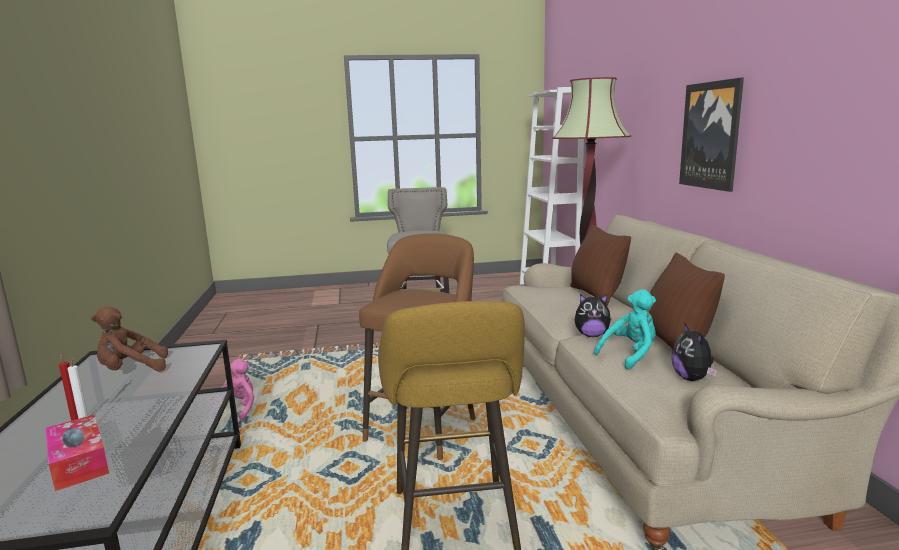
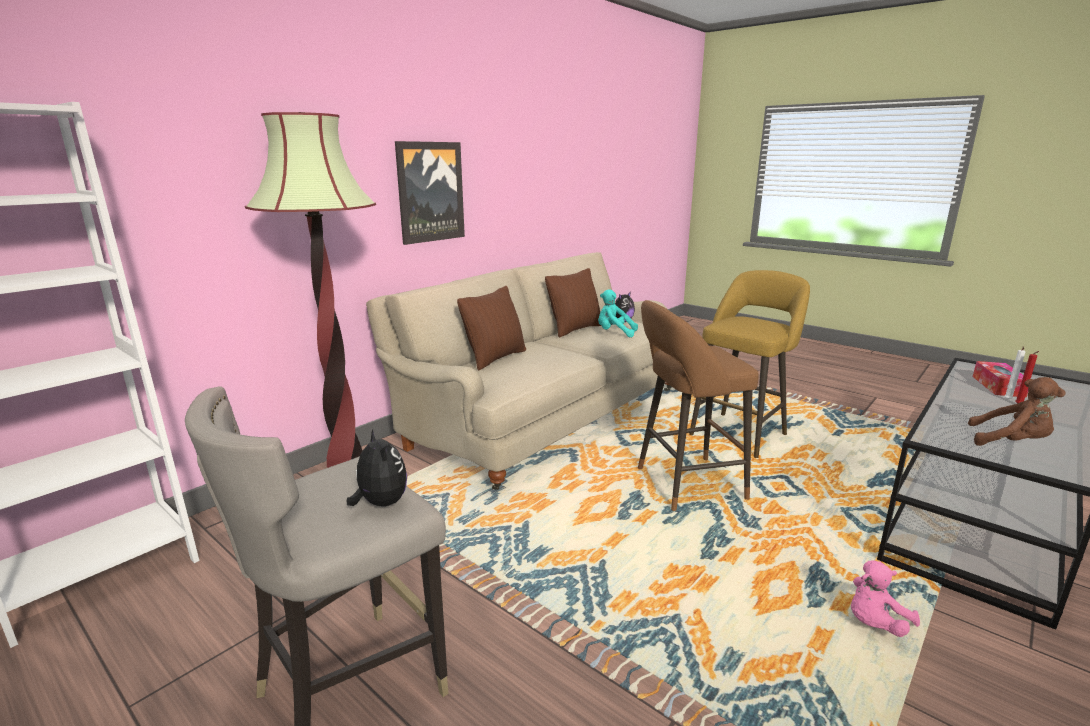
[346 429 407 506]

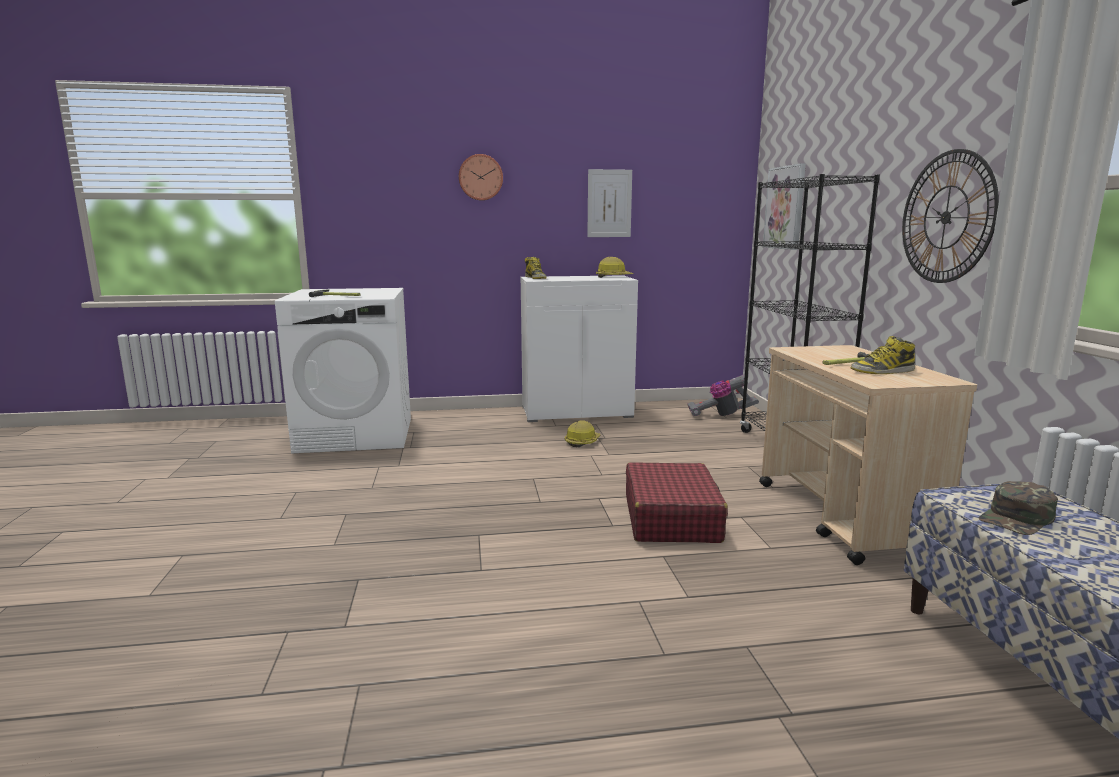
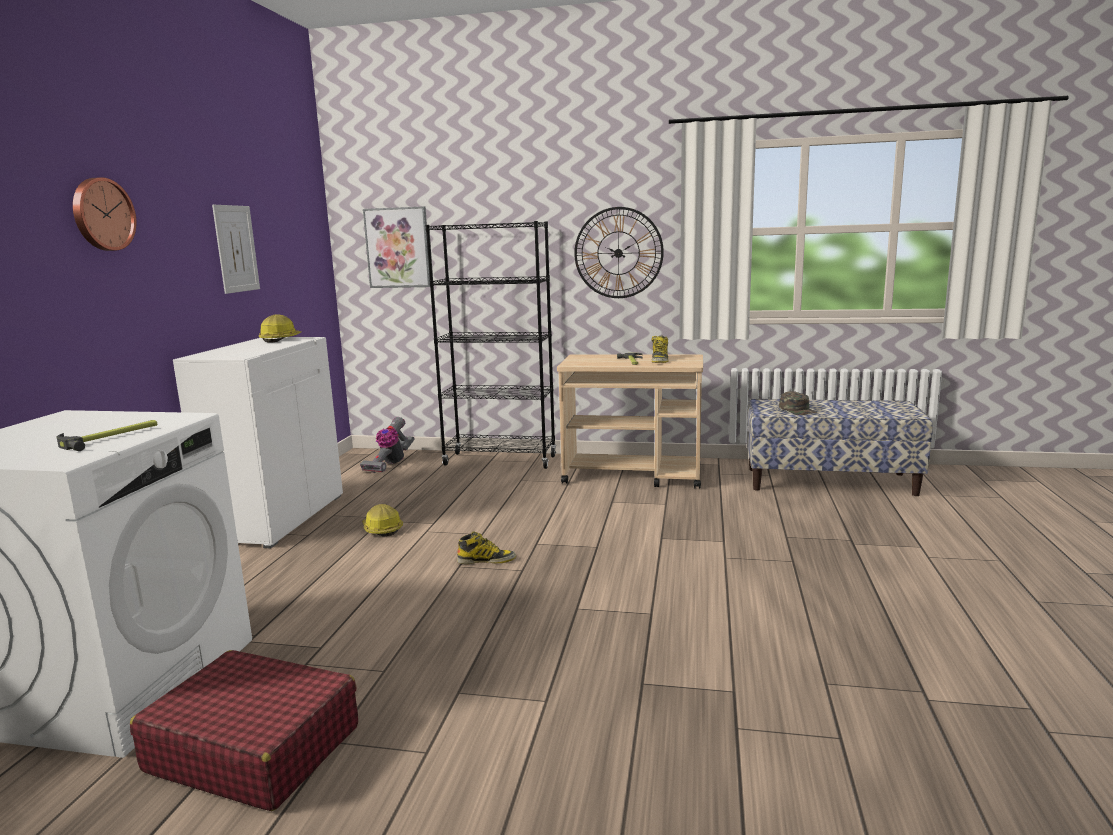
[457 531 516 564]
[130 650 358 811]

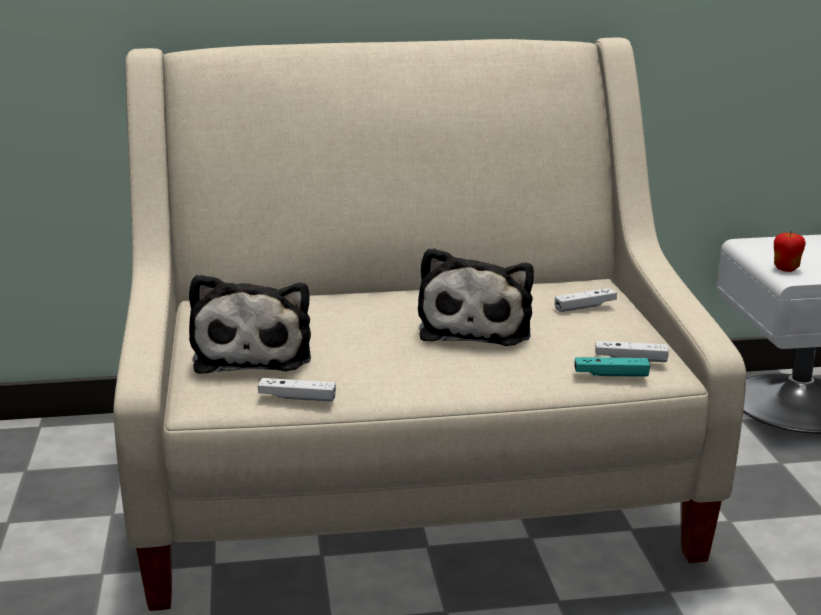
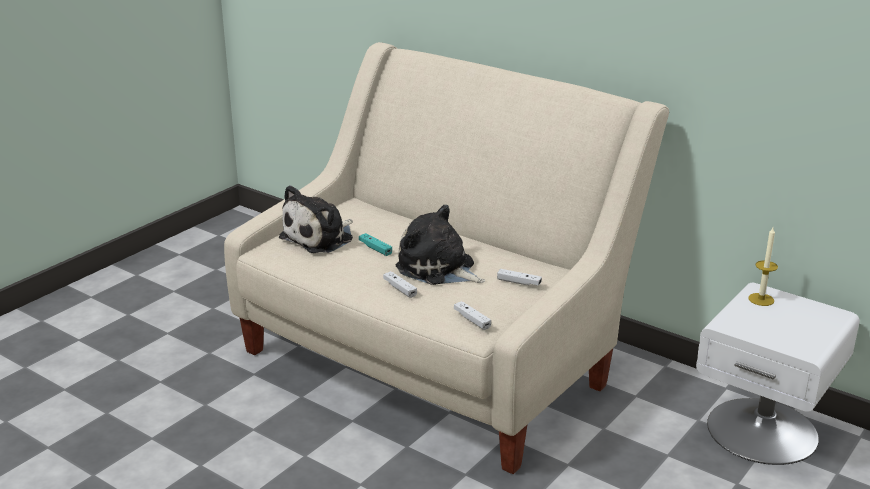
[383 271 417 298]
[396 205 485 285]
[359 233 392 256]
[774 231 806 272] (first image)
[748 227 778 306]

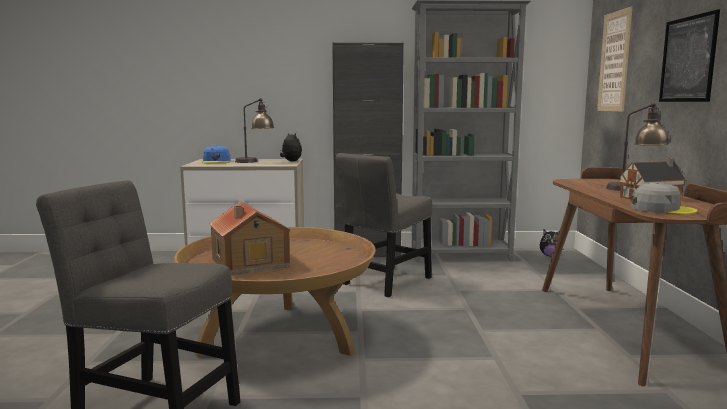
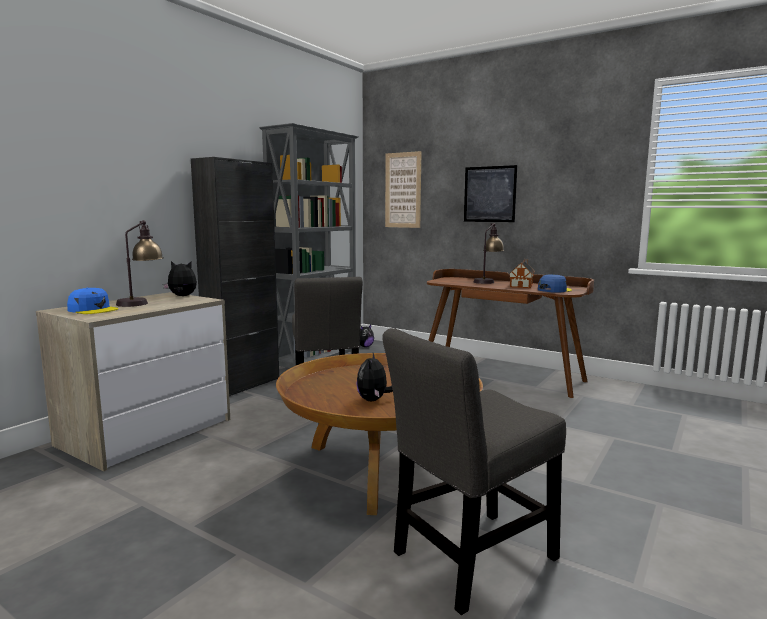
[356 353 393 401]
[538 274 572 293]

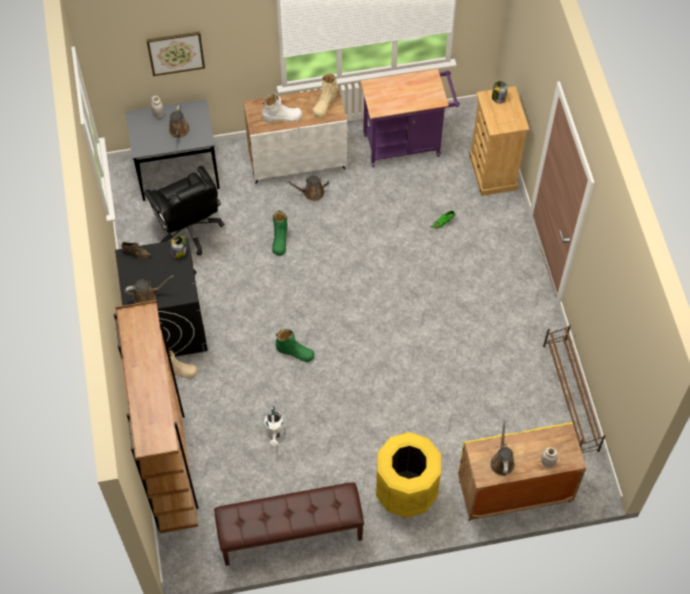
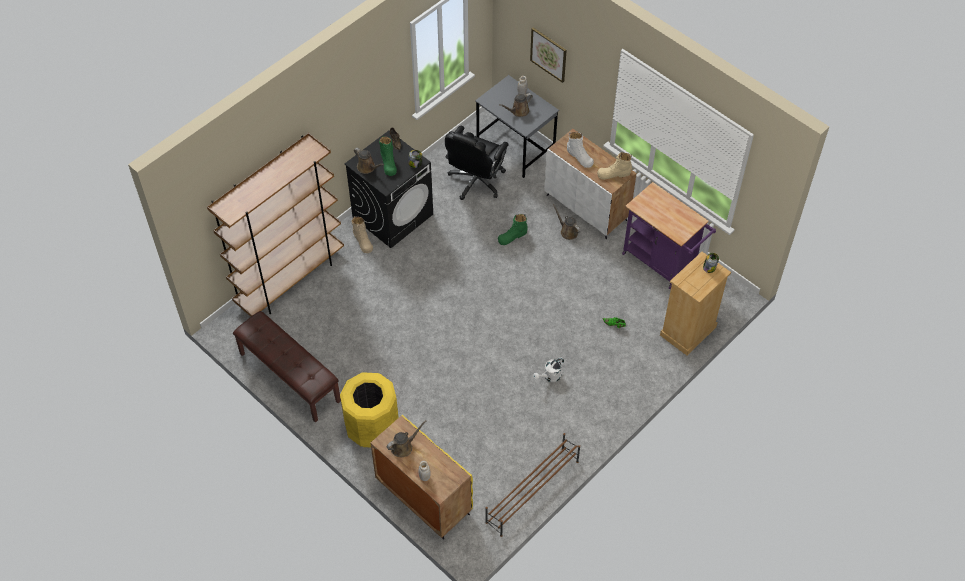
[533 357 564 382]
[379 136 397 176]

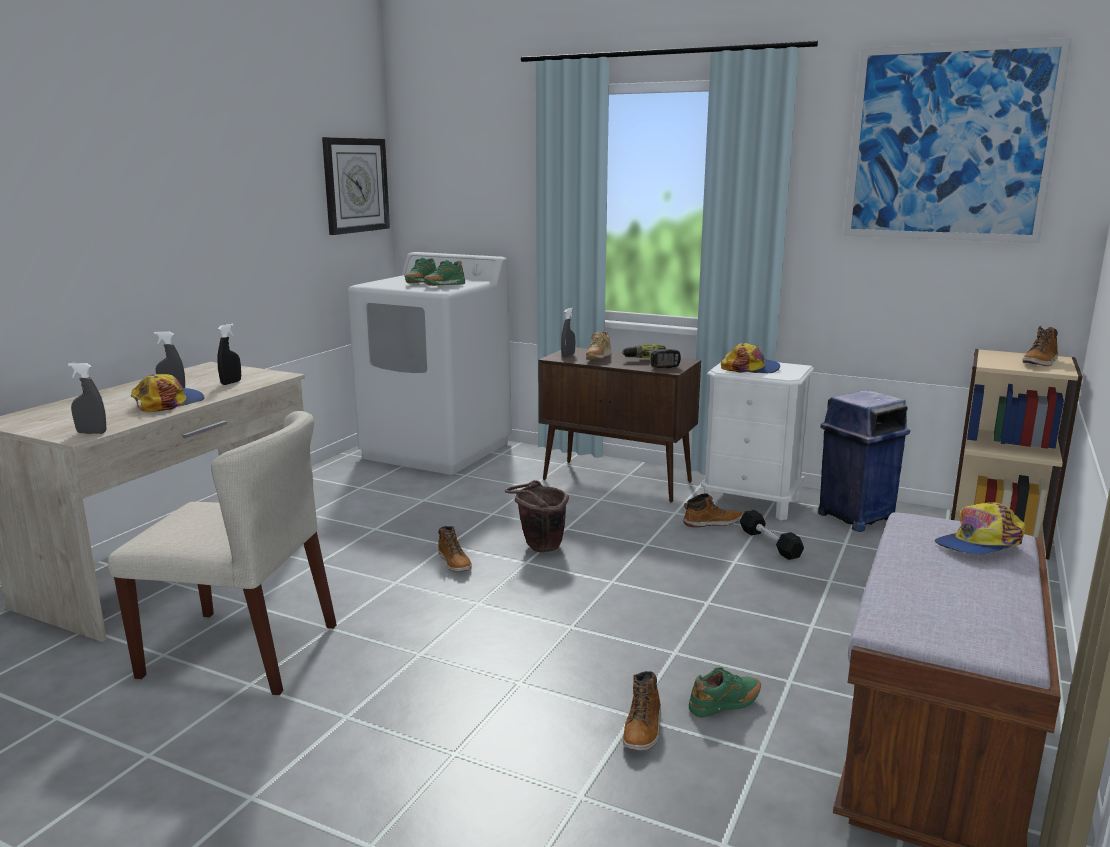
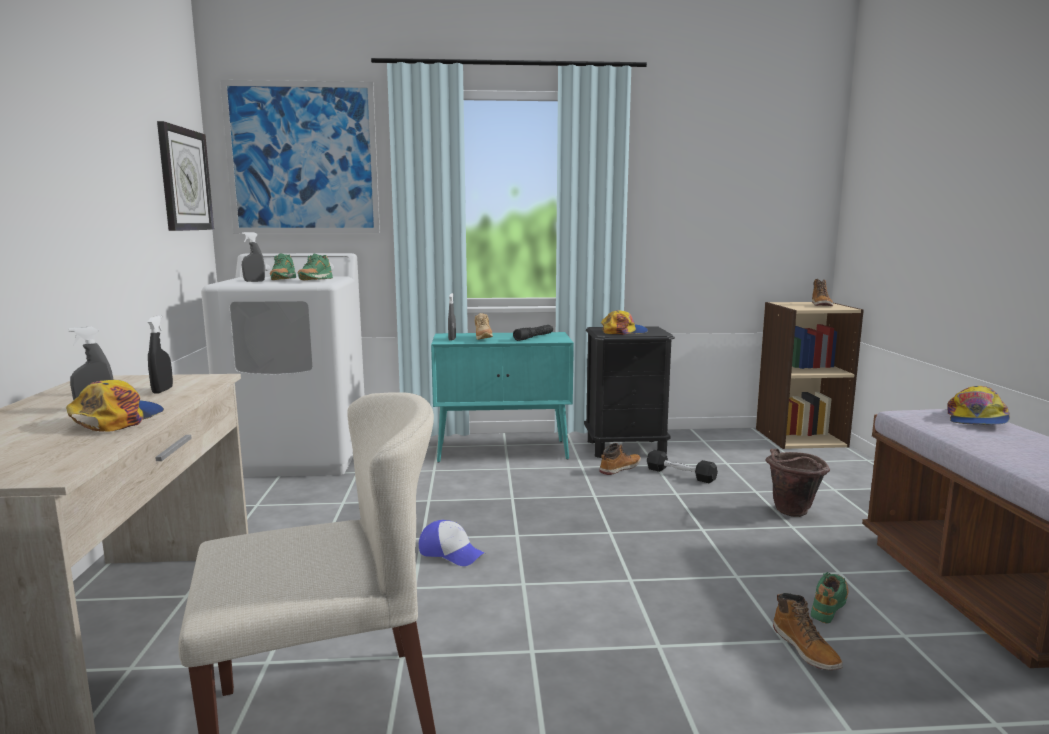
[242 232 265 282]
[419 520 485 566]
[765 449 830 517]
[431 332 574 463]
[513 325 553 341]
[584 326 675 458]
[818 390 910 532] (first image)
[220 80 380 233]

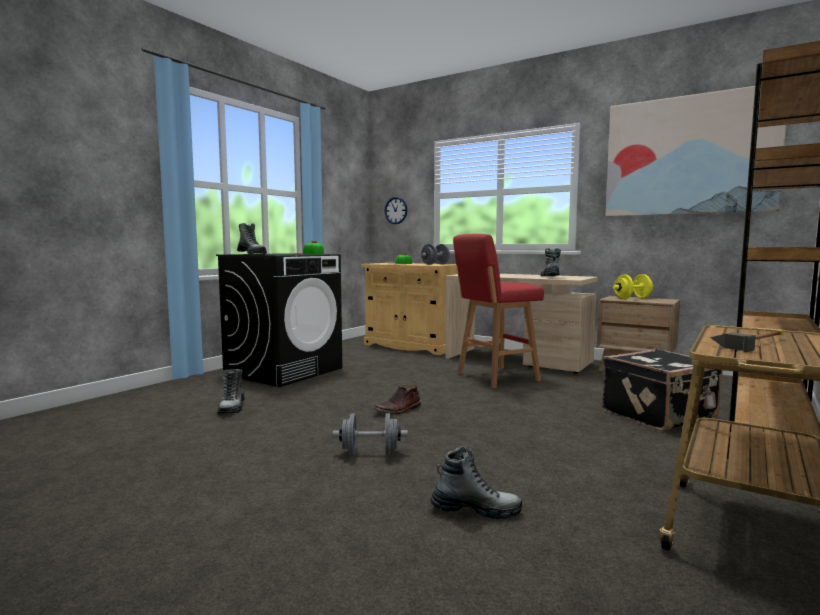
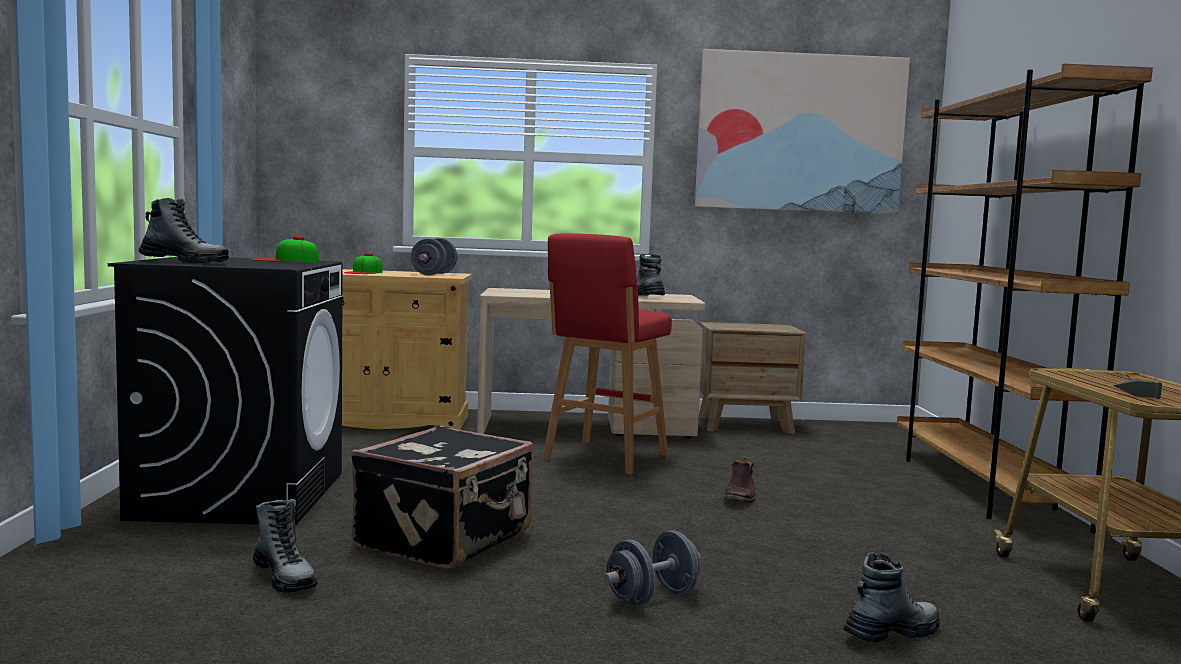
[724 458 755 503]
[385 197 407 224] (first image)
[351 425 534 570]
[613 274 653 299] (first image)

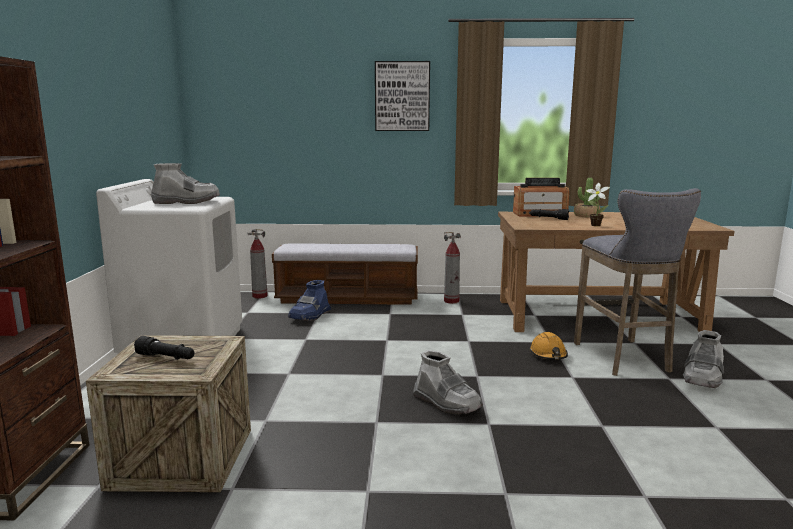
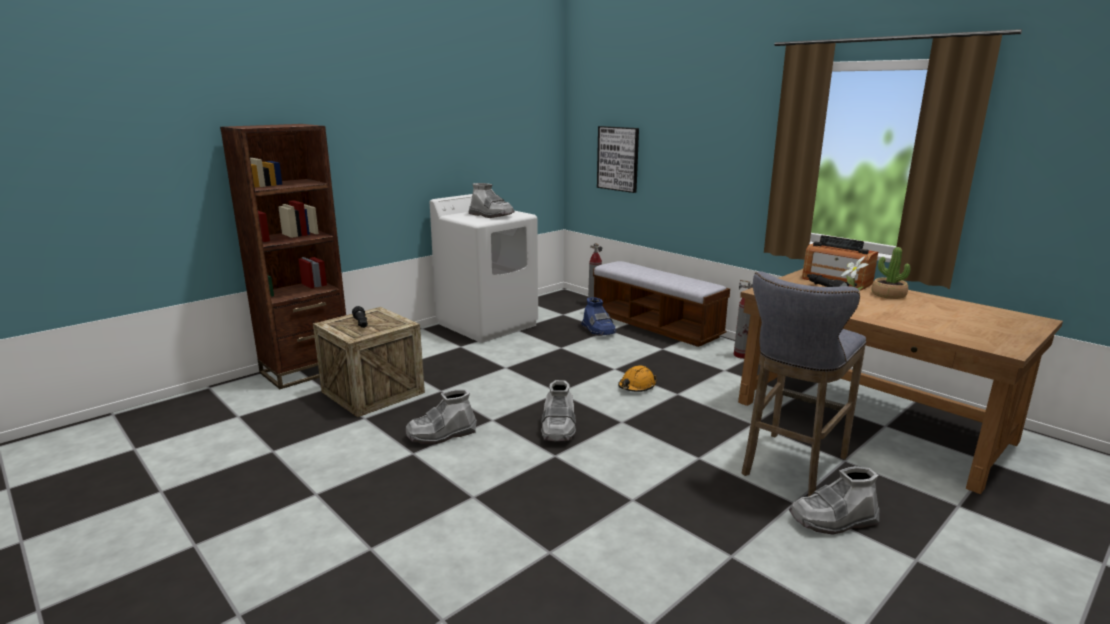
[581 297 616 336]
[597 126 639 193]
[618 365 657 392]
[405 389 477 444]

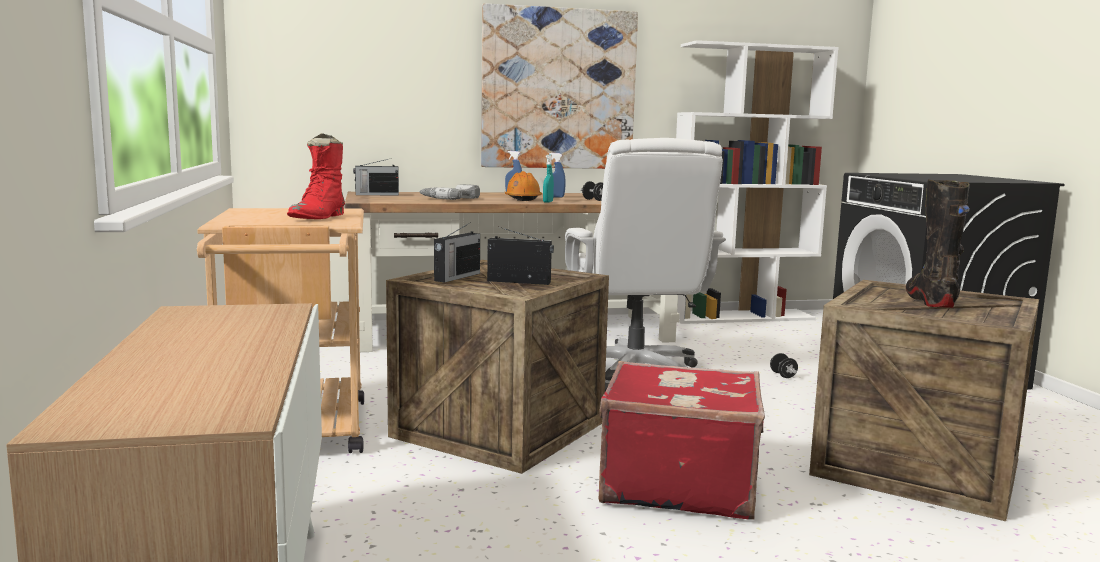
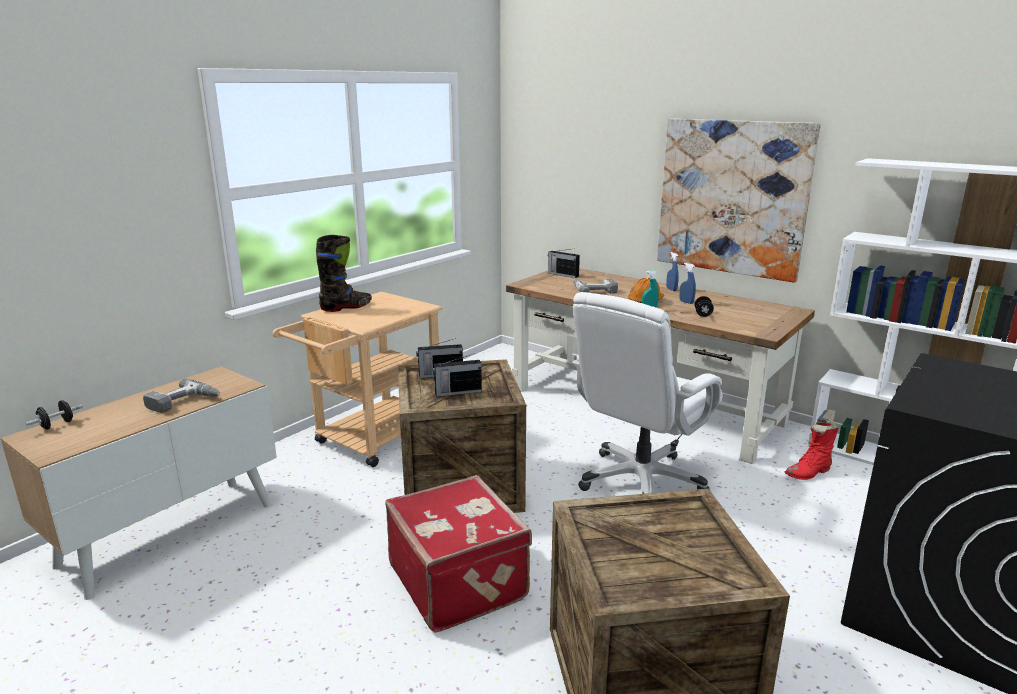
[784 419 839 480]
[432 354 482 397]
[26 400 82 430]
[316 235 372 312]
[143 379 220 413]

